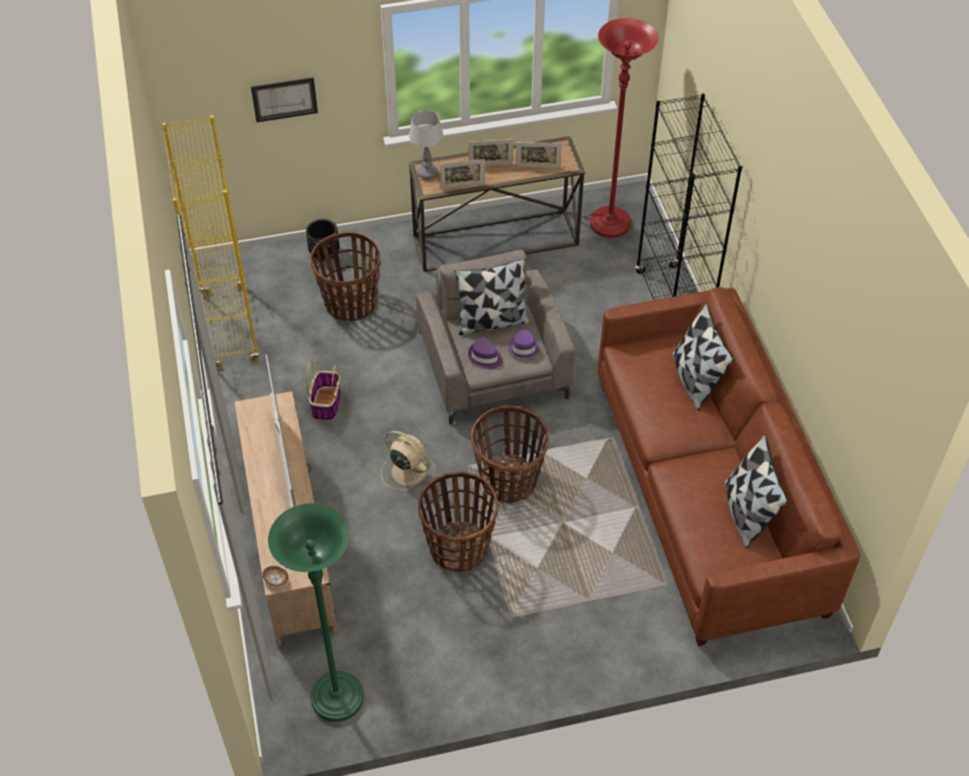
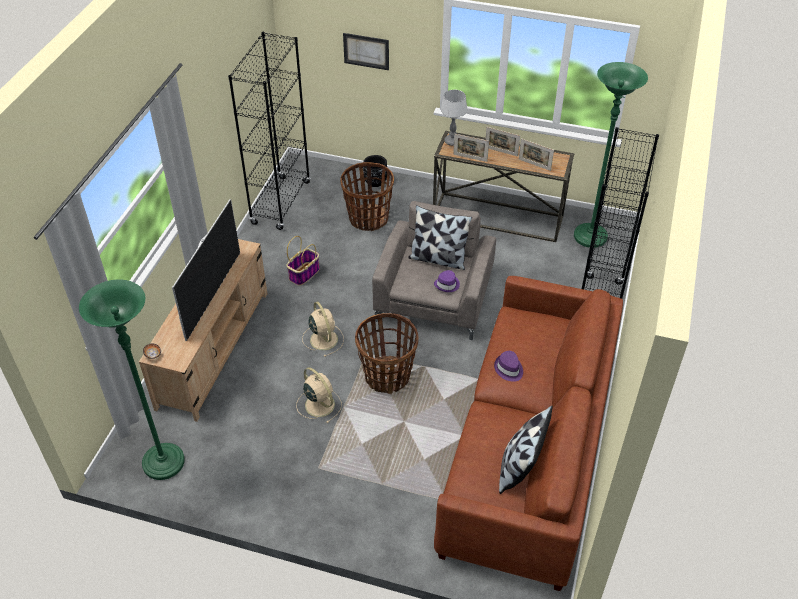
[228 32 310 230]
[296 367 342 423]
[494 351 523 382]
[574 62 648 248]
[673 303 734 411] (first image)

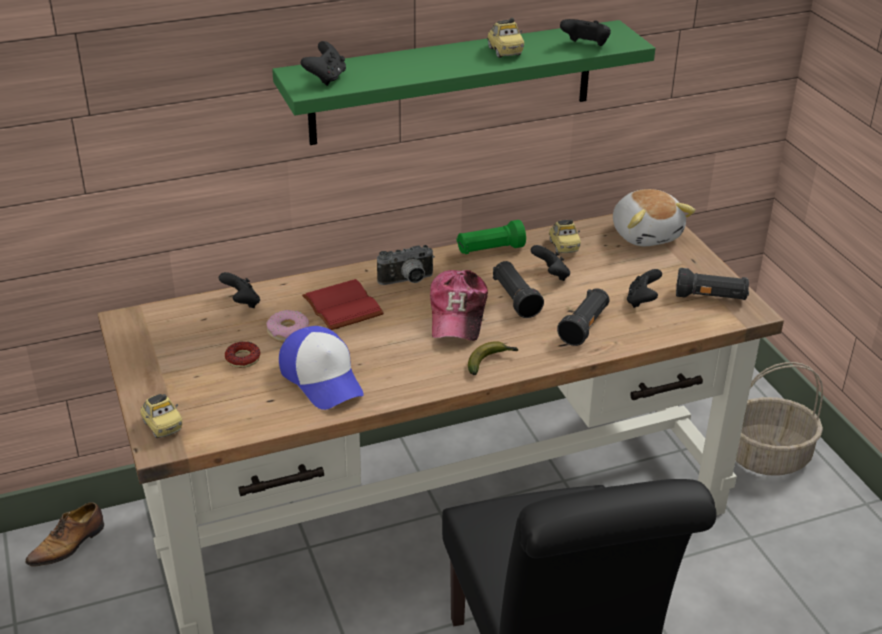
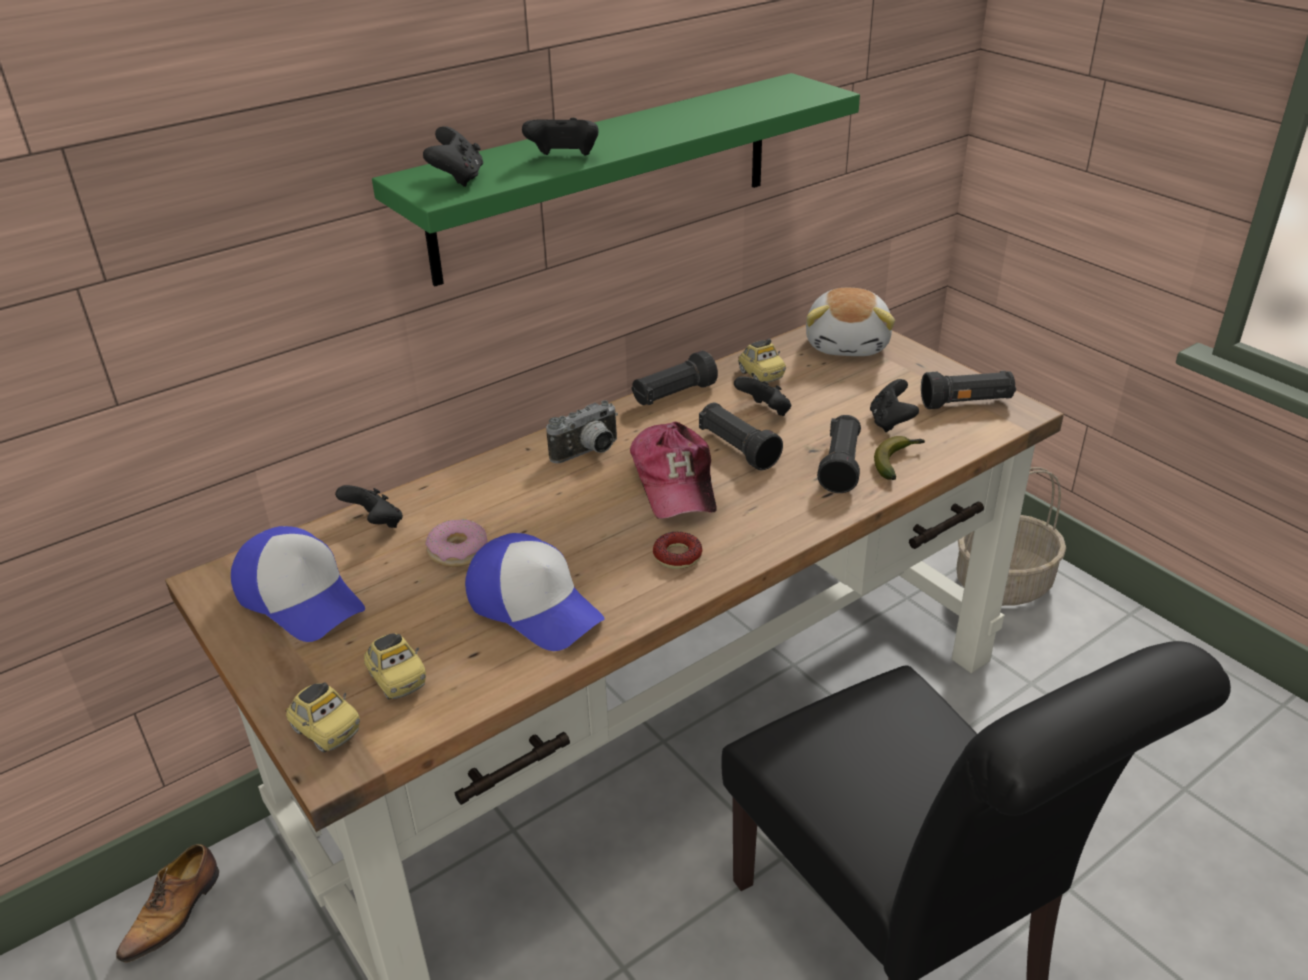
[653 532 702 569]
[302 279 384 330] (first image)
[632 351 718 405]
[874 436 925 480]
[364 633 426 700]
[522 118 599 156]
[806 288 895 356]
[231 526 365 642]

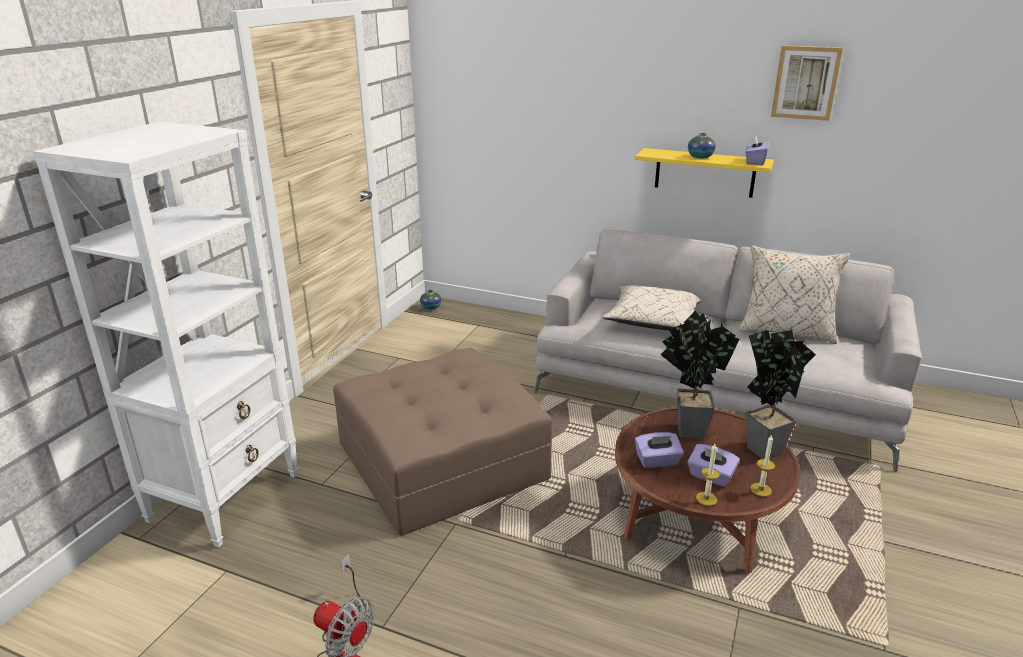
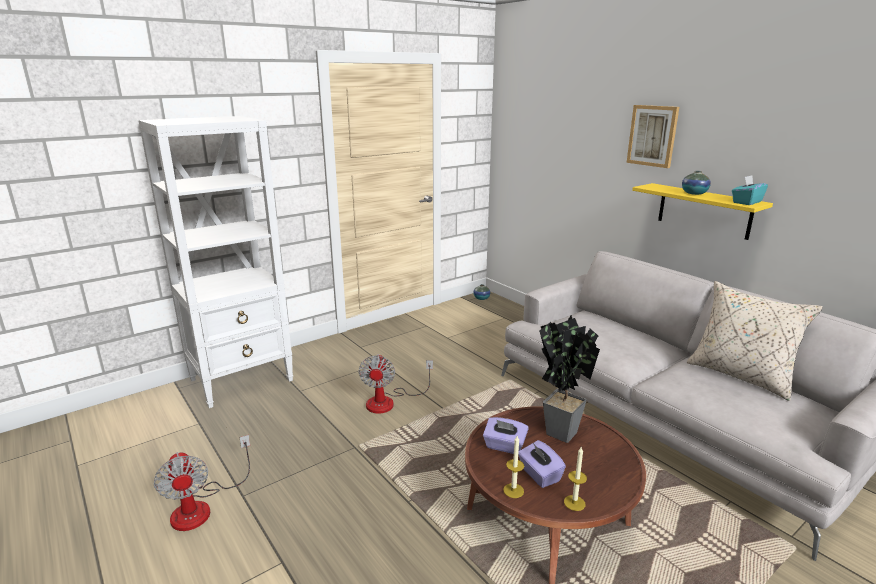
[358 354 433 414]
[602 285 701 330] (first image)
[732 175 768 205]
[746 327 816 459] (first image)
[627 105 679 168]

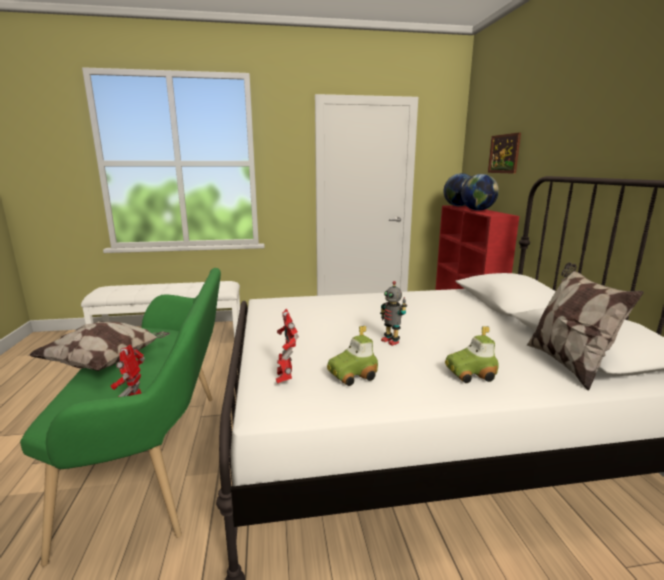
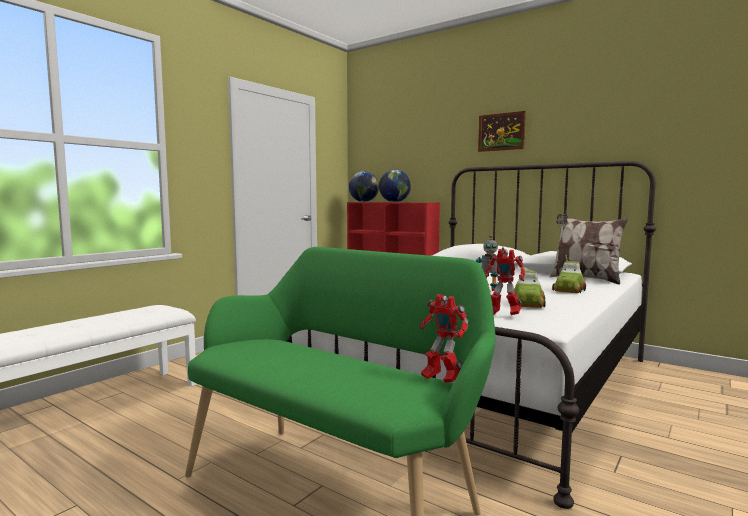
[28 321 170 371] (first image)
[478 111 526 152]

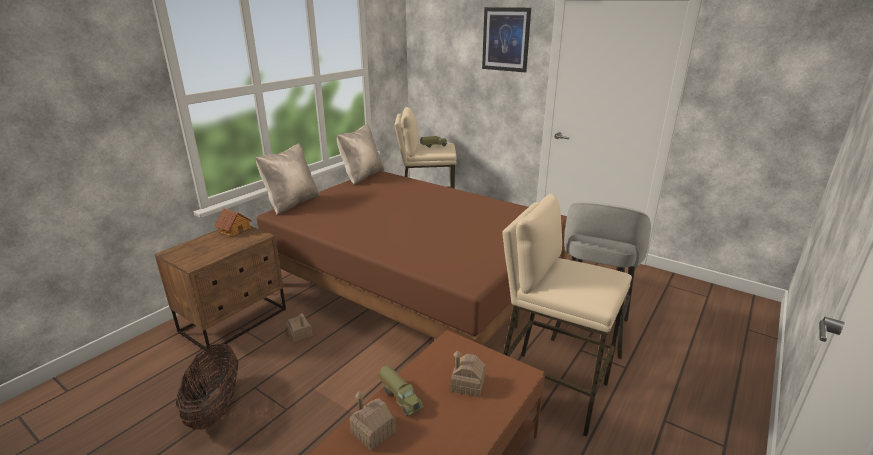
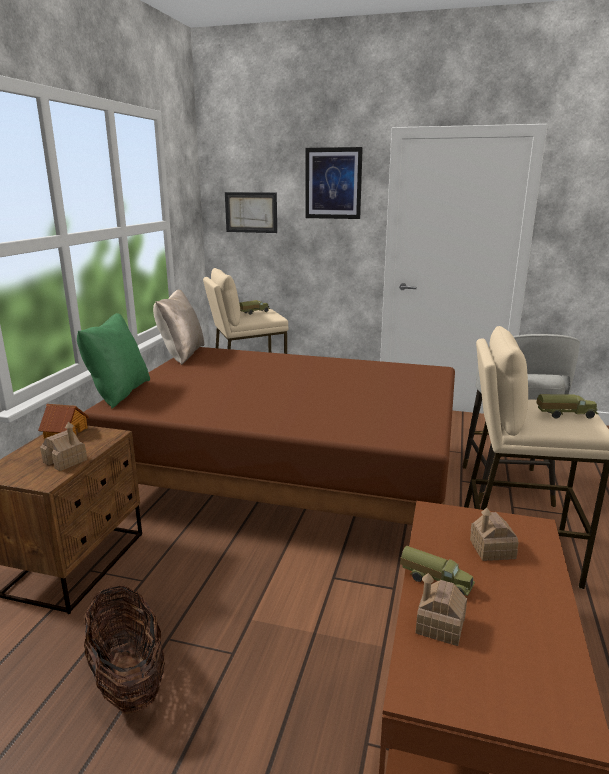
[77 313 150 409]
[40 421 87 471]
[225 192 277 233]
[536 394 599 419]

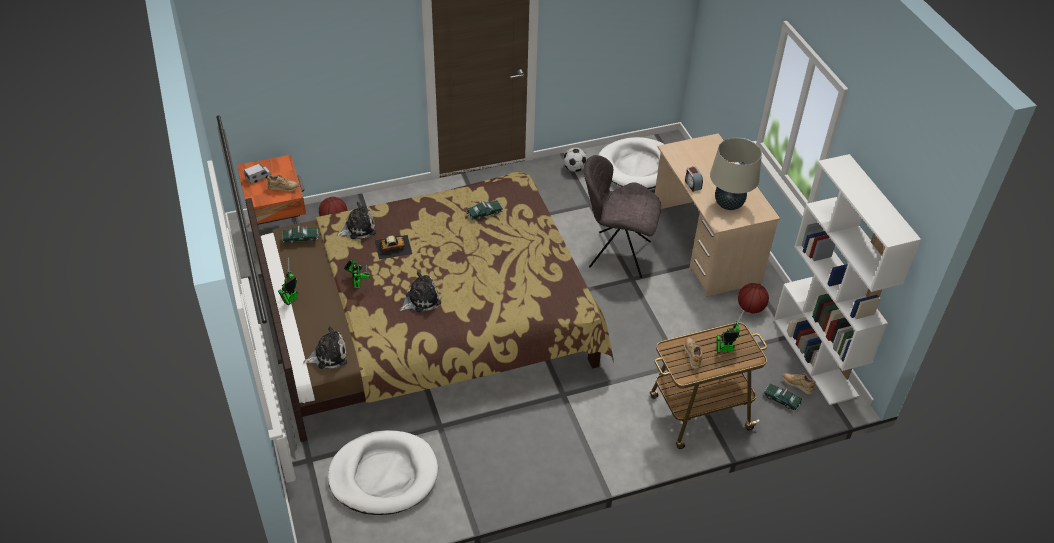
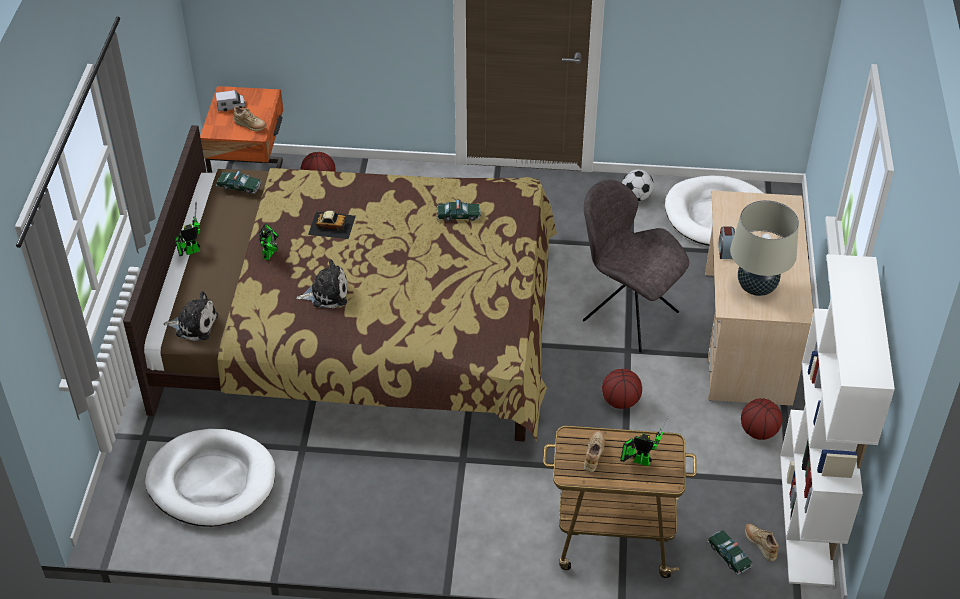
[336 202 376 239] (first image)
[602 369 642 409]

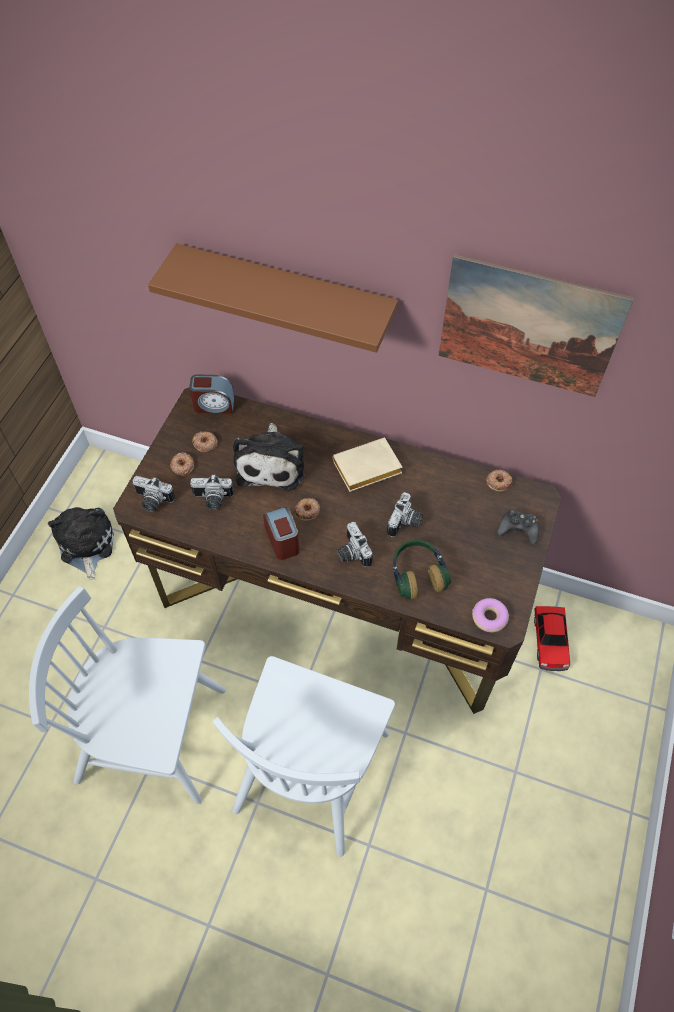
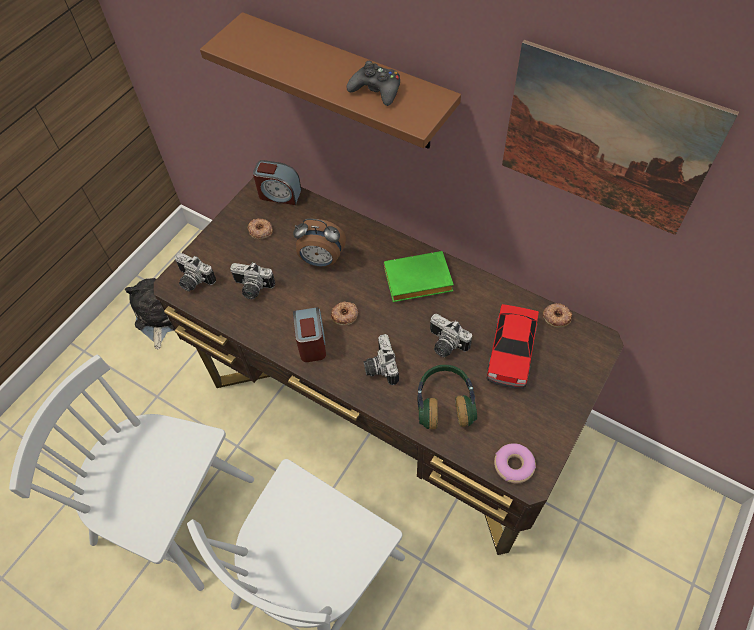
[170 453 194 476] (first image)
[293 219 346 267]
[384 251 454 302]
[430 314 472 357]
[347 61 400 106]
[487 304 539 388]

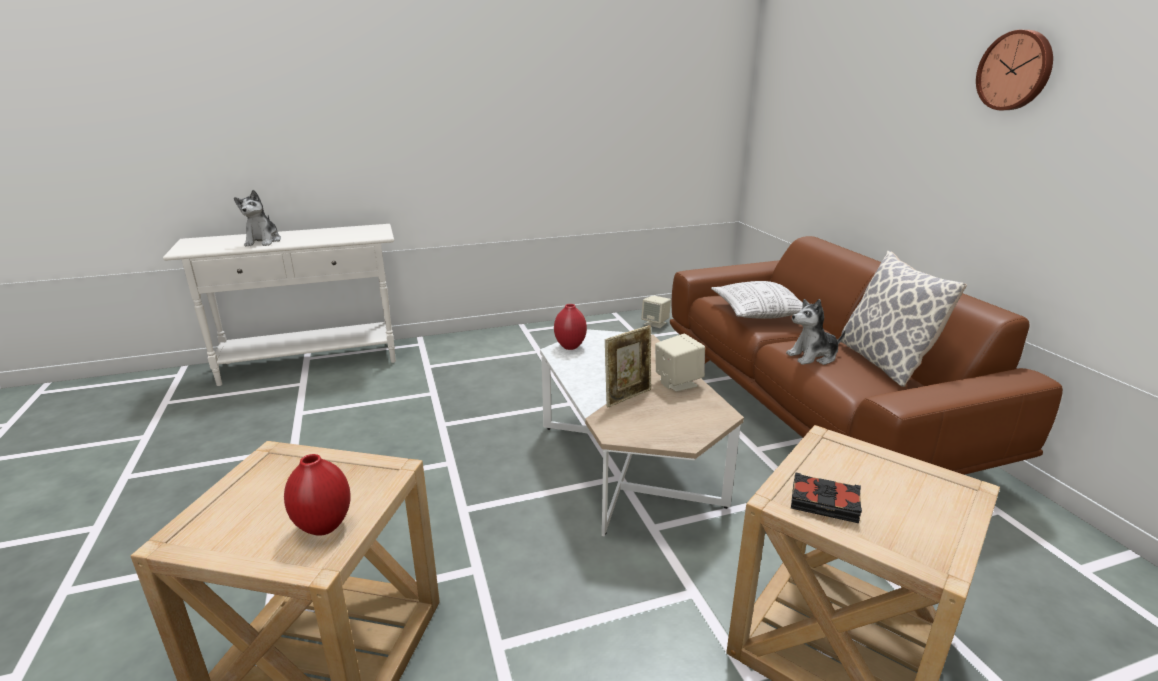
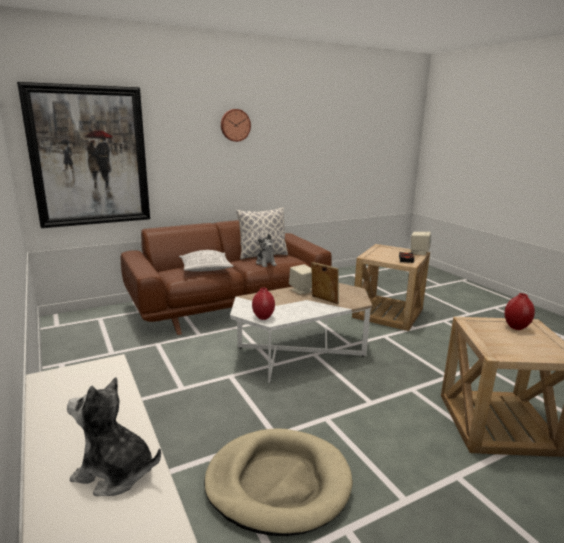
[67 377 161 496]
[411 232 431 255]
[17 82 150 228]
[204 428 353 536]

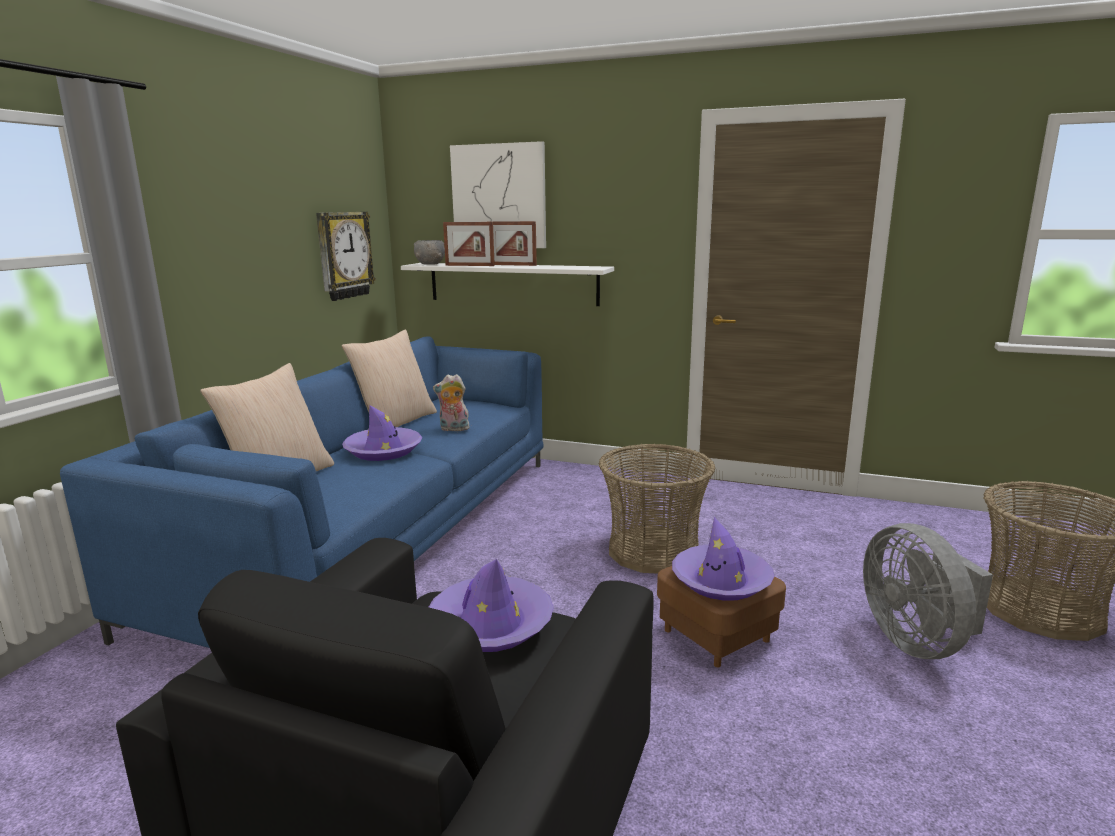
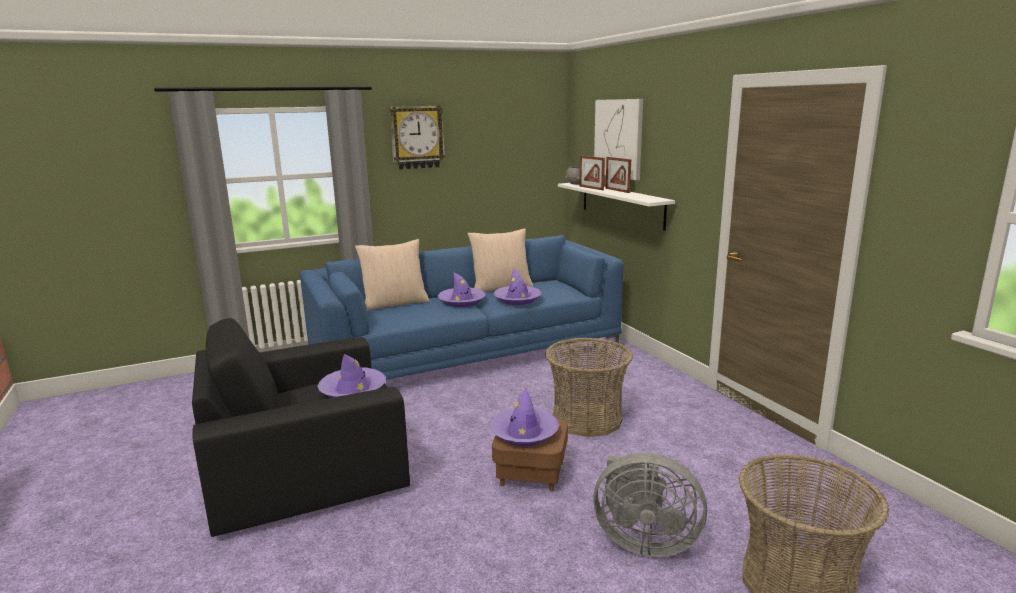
[389 106 446 170]
[493 268 542 305]
[593 452 707 557]

